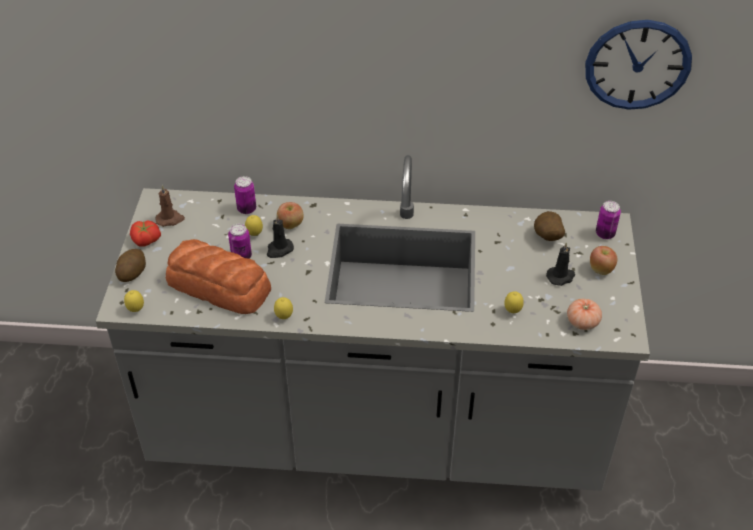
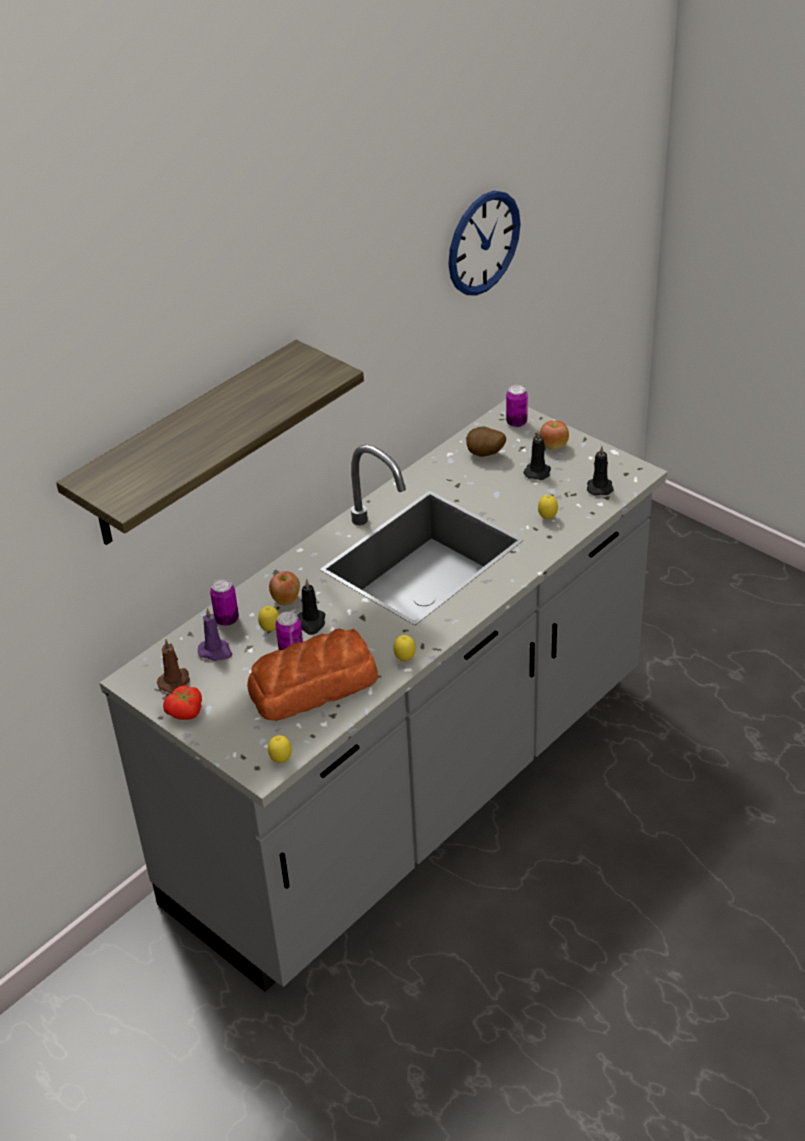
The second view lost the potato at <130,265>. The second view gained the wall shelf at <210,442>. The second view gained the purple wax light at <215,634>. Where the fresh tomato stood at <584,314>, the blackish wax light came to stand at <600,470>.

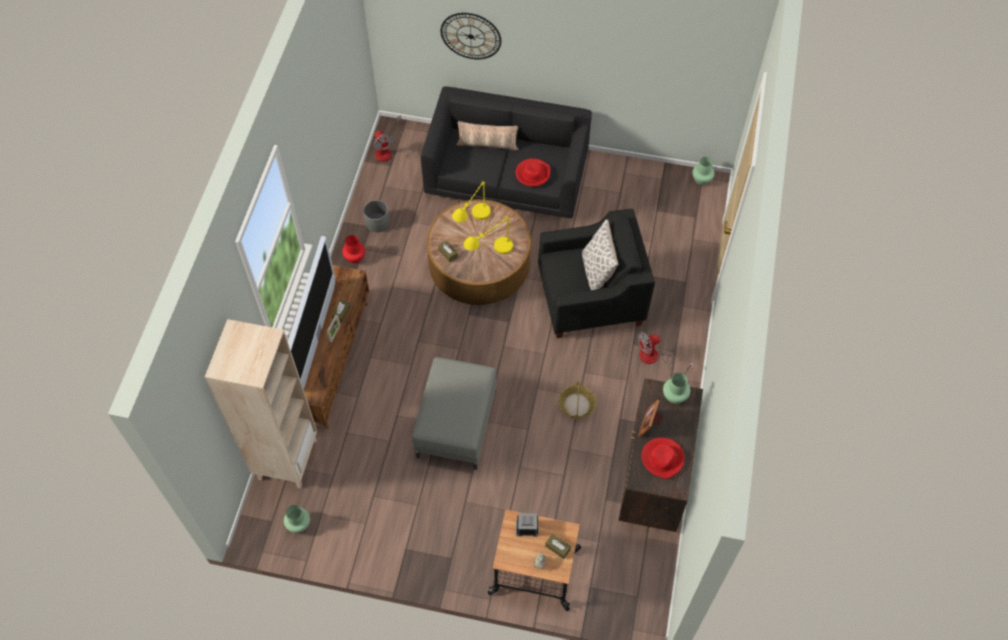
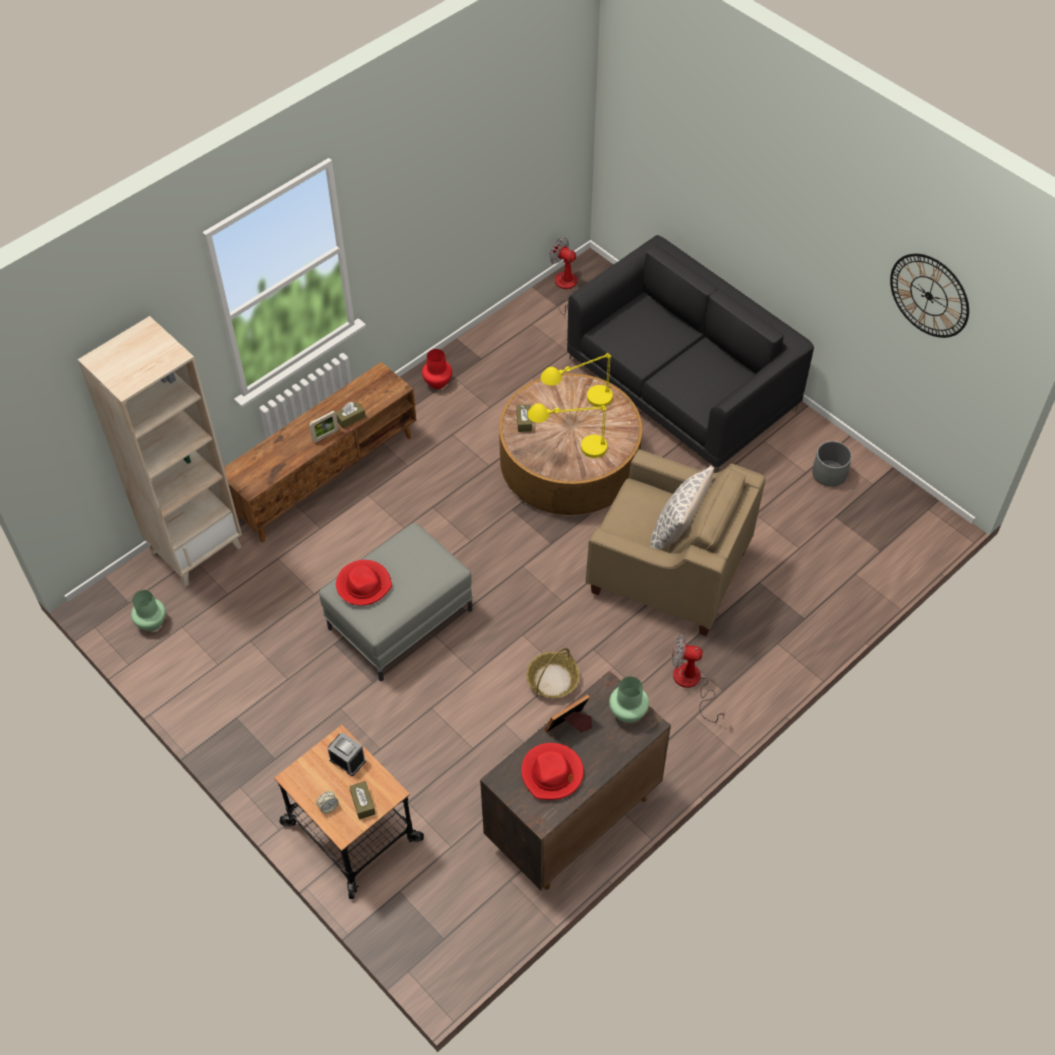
The second view lost the TV set at <311,312>. The second view lost the pillow at <487,136>. The second view lost the greenish decorative vase at <703,171>. The gray flower pot ended up elsewhere, having gone from <376,216> to <832,464>. The wall clock ended up elsewhere, having gone from <471,36> to <929,296>. The red wearable hat ended up elsewhere, having gone from <533,172> to <364,583>. What was the blackish armchair at <596,273> turned into the beige-coloured armchair at <676,543>. The cooling fan at <388,138> ended up facing another way, 120 degrees clockwise from before.

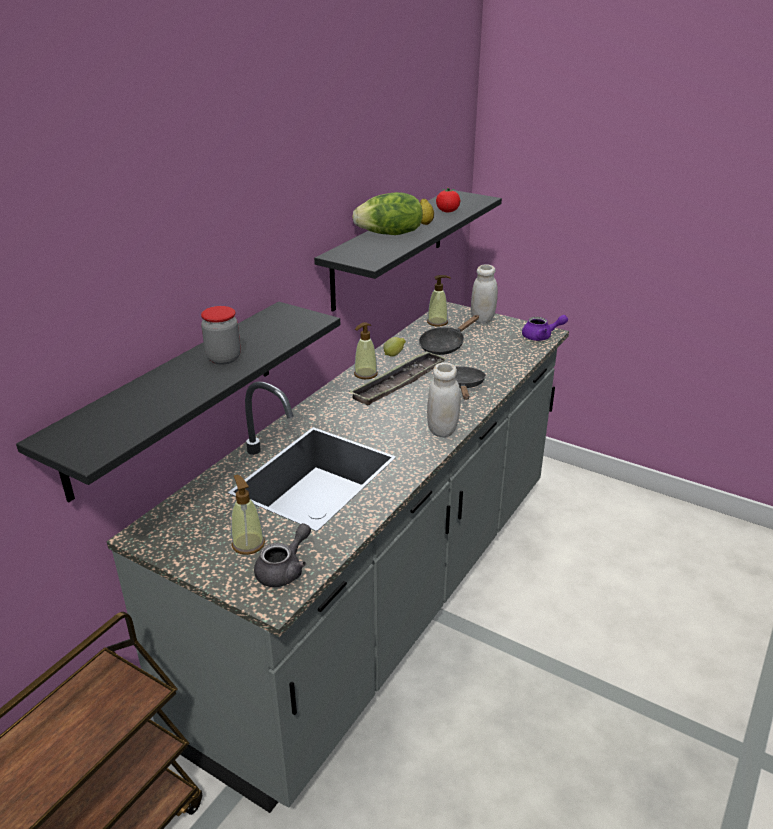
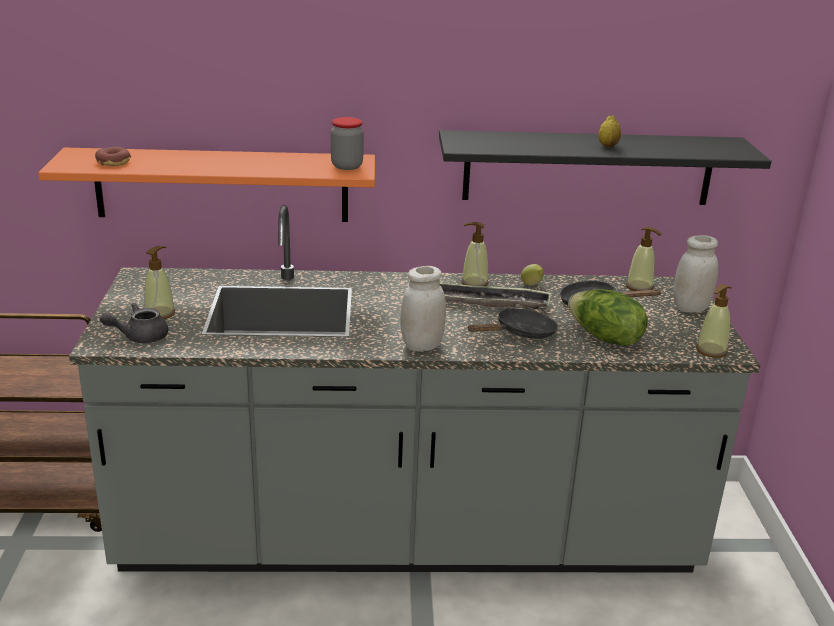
The second view lost the fresh tomato at <448,200>. The second view gained the donut at <113,156>. The preserve jar ended up elsewhere, having gone from <221,335> to <347,143>. The lettuce head ended up elsewhere, having gone from <387,213> to <608,317>. Where the purple tea pot stood at <545,328>, the soap dispenser came to stand at <714,321>. What was the blackish wall shelf at <178,402> turned into the orangey wall shelf at <206,185>. The gray tea pot at <282,555> ended up facing another way, 150 degrees clockwise from before.

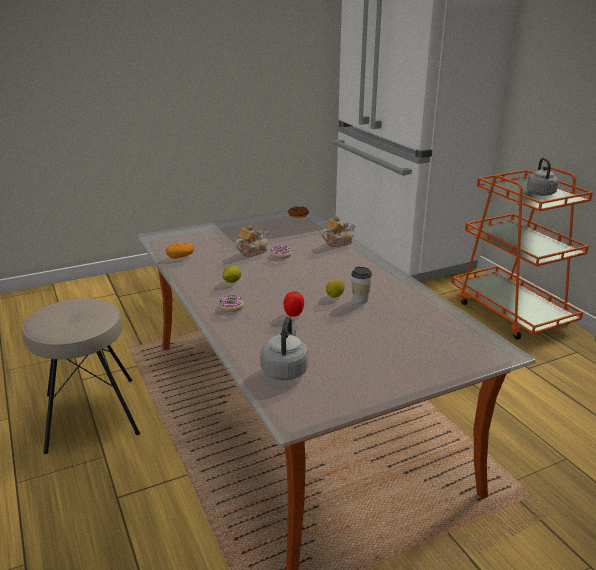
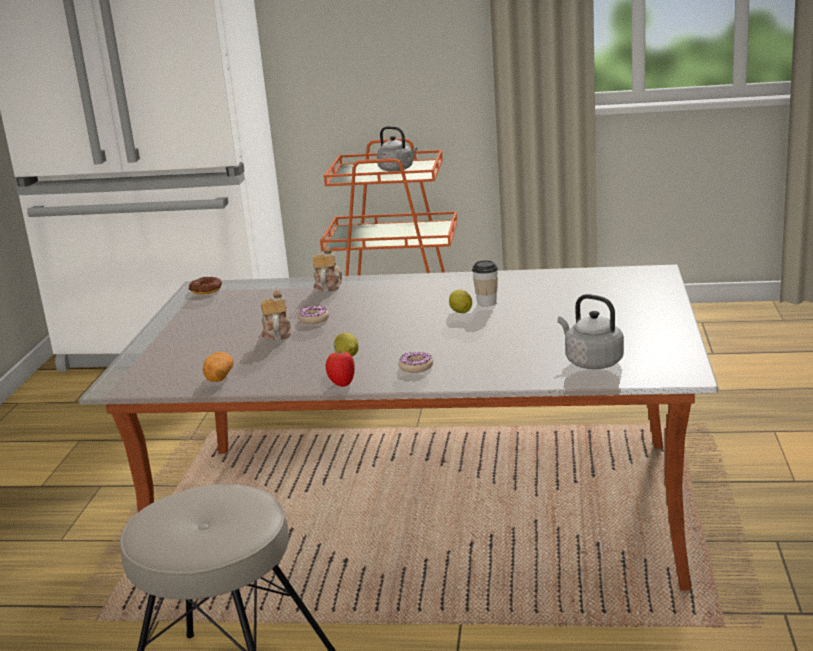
The fresh tomato ended up elsewhere, having gone from <294,304> to <340,368>.

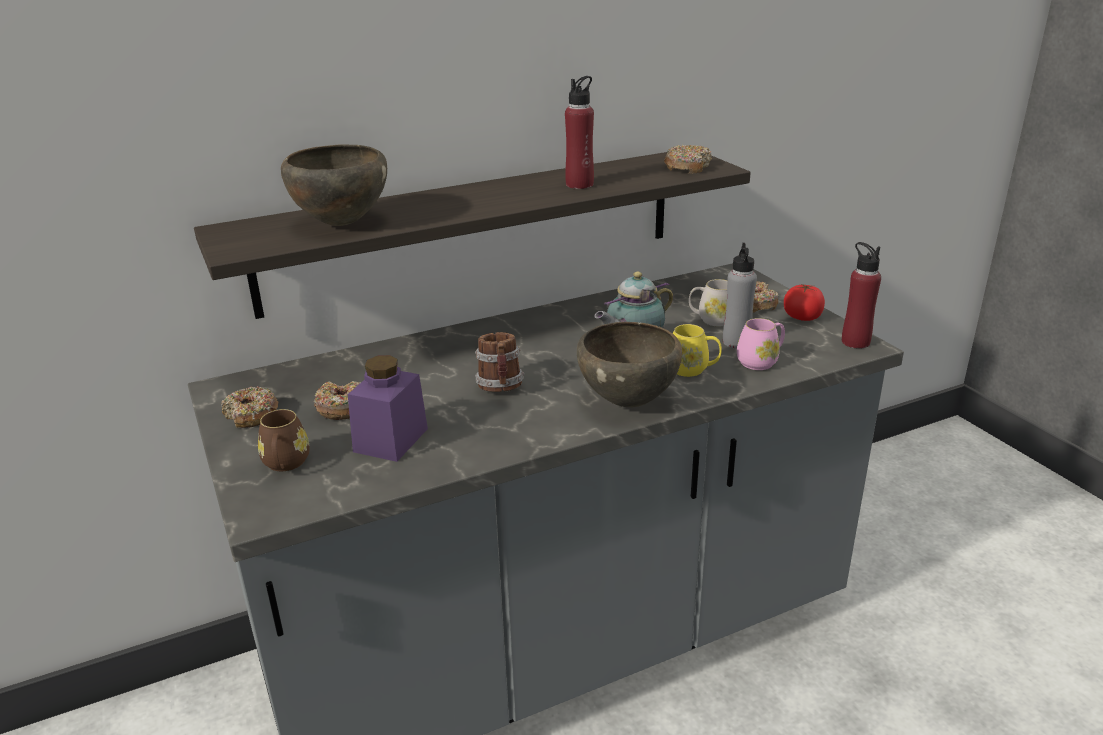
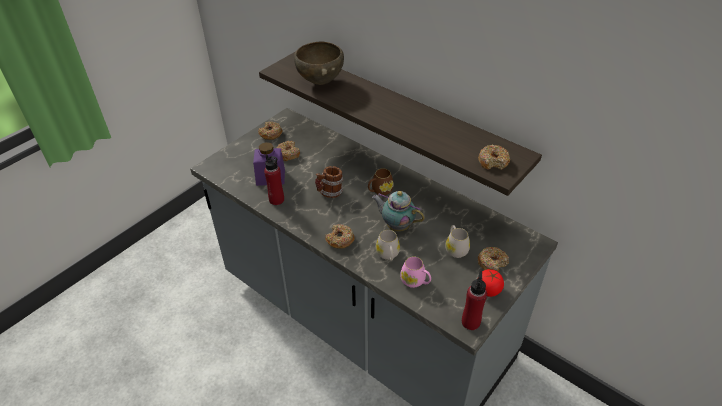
The second view lost the gray beverage bottle at <740,295>. The brown tea mug ended up elsewhere, having gone from <284,440> to <381,181>. The red beverage bottle ended up elsewhere, having gone from <579,132> to <274,179>. Where the brown deep dish stood at <629,364>, the donut came to stand at <340,236>. What was the yellow tea mug at <697,350> turned into the whitish tea mug at <388,245>.

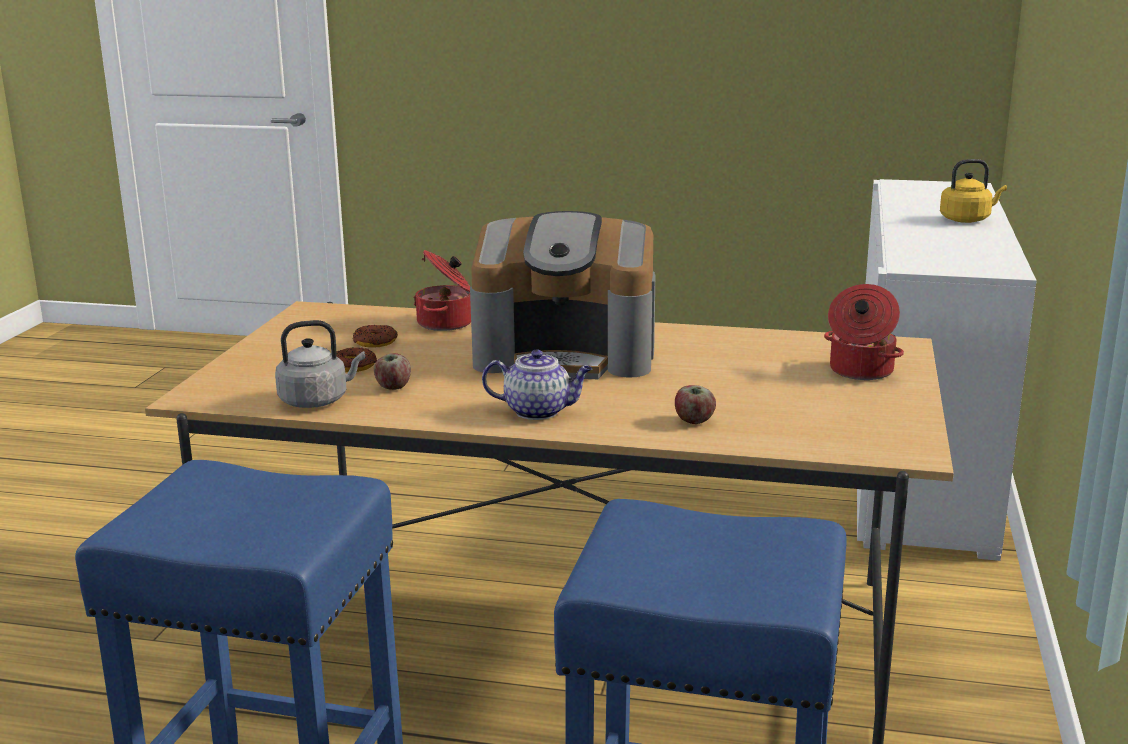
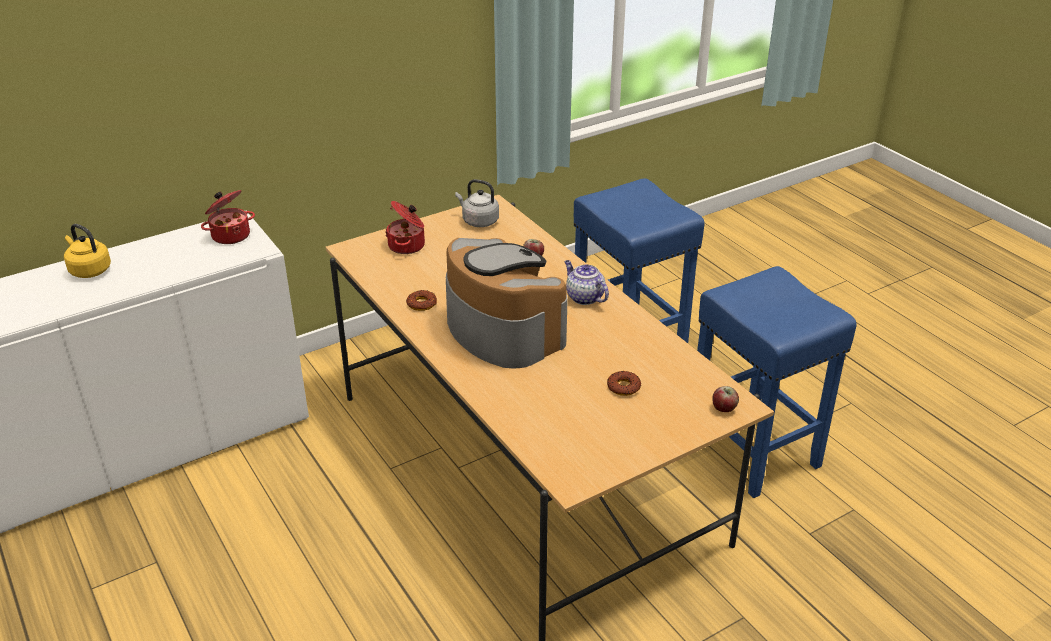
The gray kettle ended up elsewhere, having gone from <320,364> to <477,203>. The donut ended up elsewhere, having gone from <375,336> to <421,300>. The whole apple ended up elsewhere, having gone from <392,371> to <725,399>. The cooking pot ended up elsewhere, having gone from <442,290> to <228,217>.

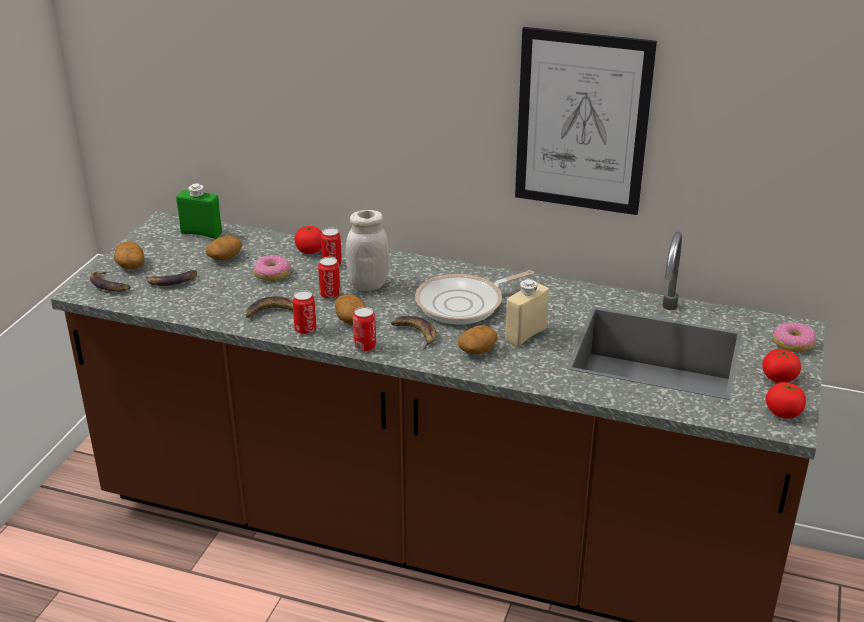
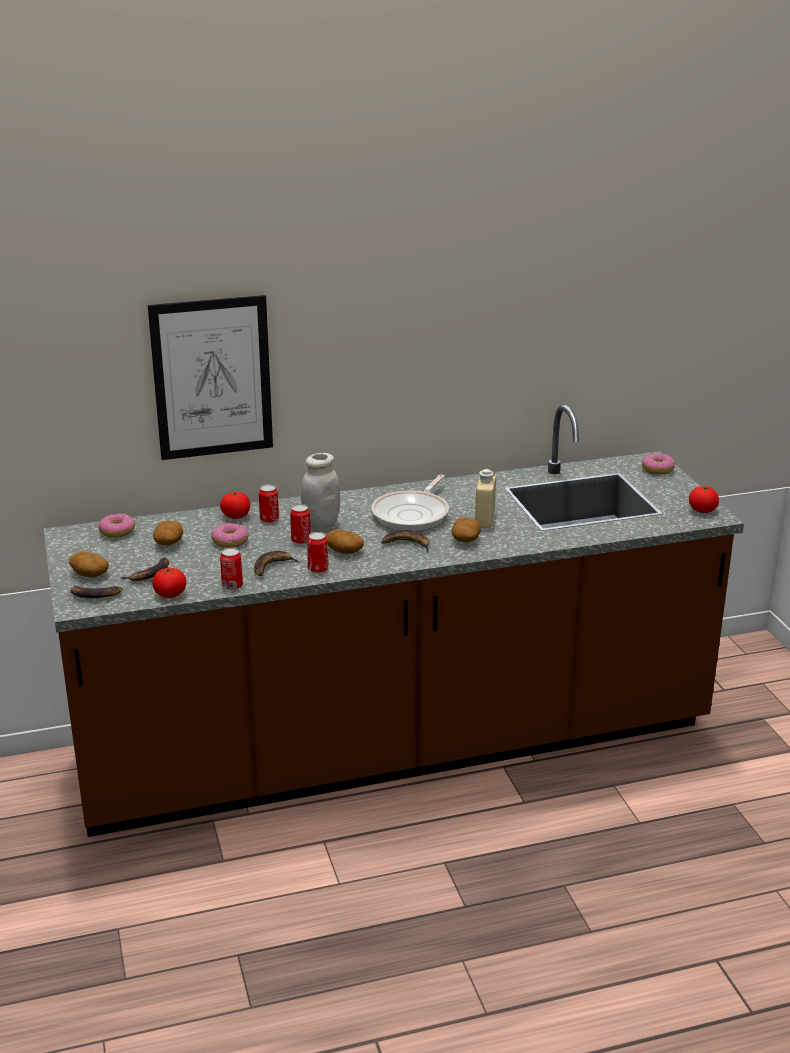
The metal can ended up elsewhere, having gone from <364,329> to <231,569>. The wall art ended up elsewhere, having gone from <586,121> to <210,377>. The fresh tomato ended up elsewhere, having gone from <781,366> to <169,583>. Where the greenish beverage bottle stood at <199,211>, the donut came to stand at <117,525>.

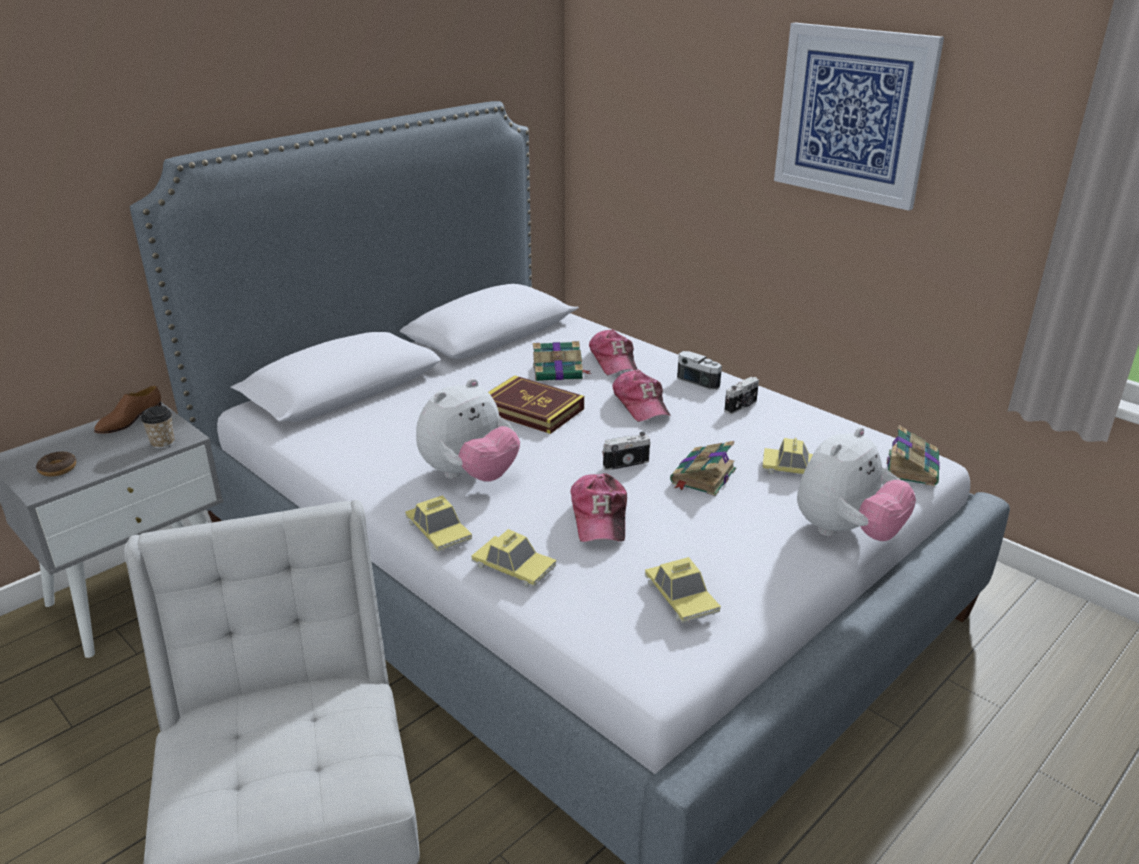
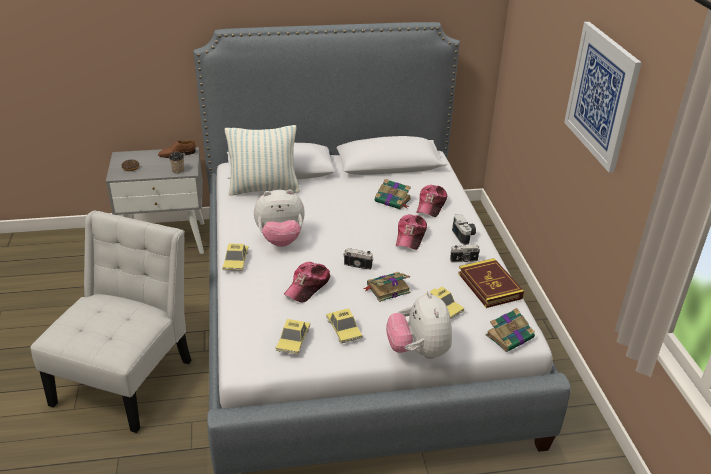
The second view gained the pillow at <262,160>. The toy car ended up elsewhere, having gone from <513,558> to <344,325>. The book ended up elsewhere, having gone from <536,404> to <491,283>. The plush toy at <856,484> ended up facing another way, 90 degrees clockwise from before.

